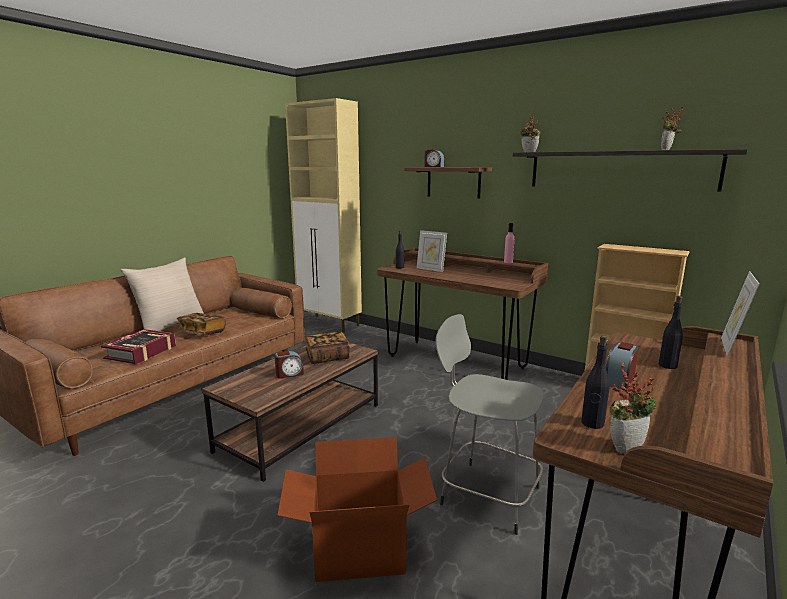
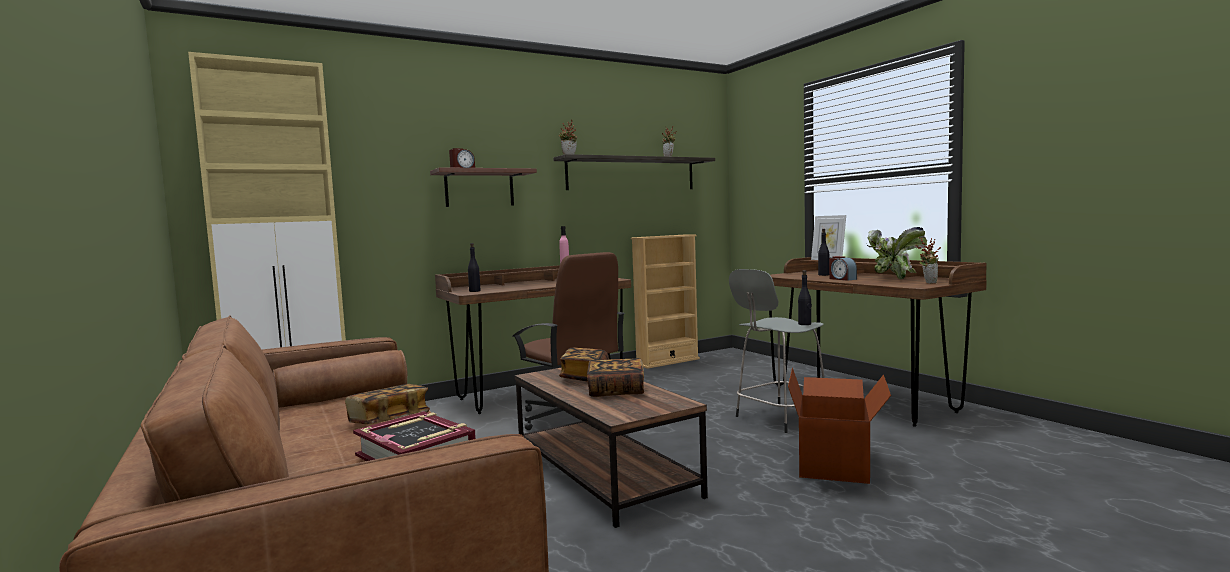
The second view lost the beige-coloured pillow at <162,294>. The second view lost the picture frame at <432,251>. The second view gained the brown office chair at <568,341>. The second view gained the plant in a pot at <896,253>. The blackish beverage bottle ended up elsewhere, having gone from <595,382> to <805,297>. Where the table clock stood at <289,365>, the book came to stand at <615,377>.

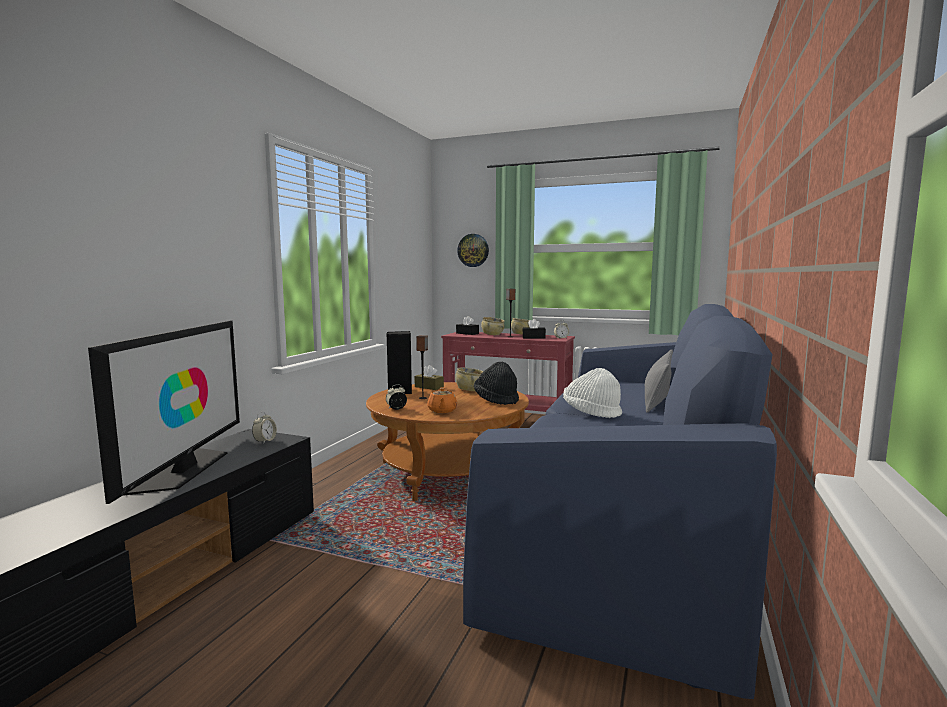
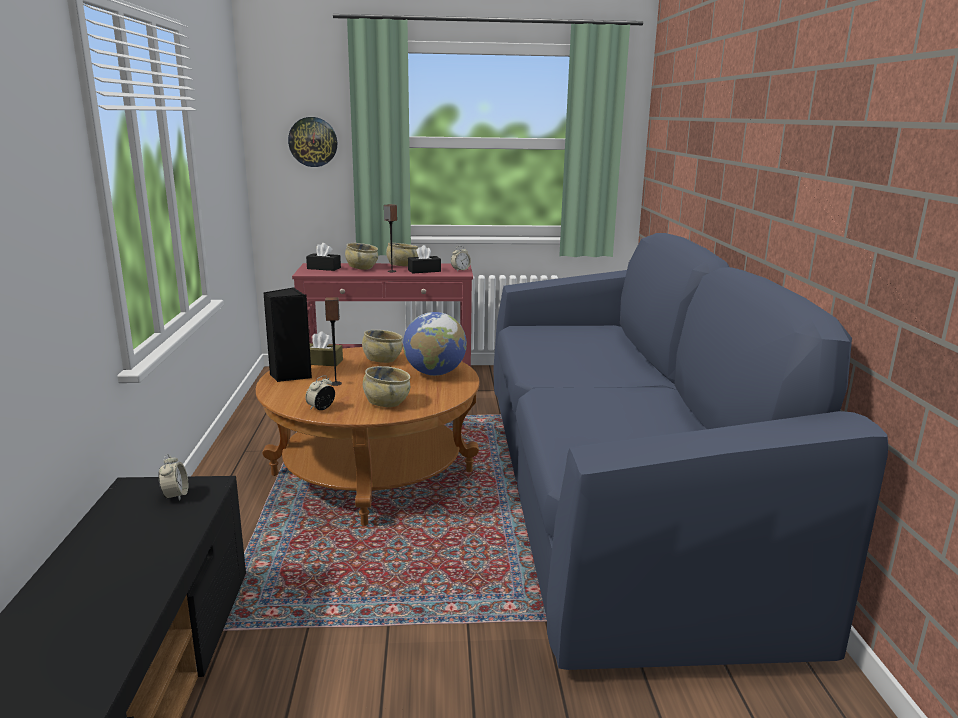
The second view lost the TV set at <164,412>. The second view lost the whitish wearable hat at <592,393>. The second view lost the gray pillow at <659,381>. Where the orangey tea pot stood at <442,400>, the beige-coloured deep dish came to stand at <386,386>. Where the blackish wearable hat stood at <496,383>, the desk globe came to stand at <435,344>.

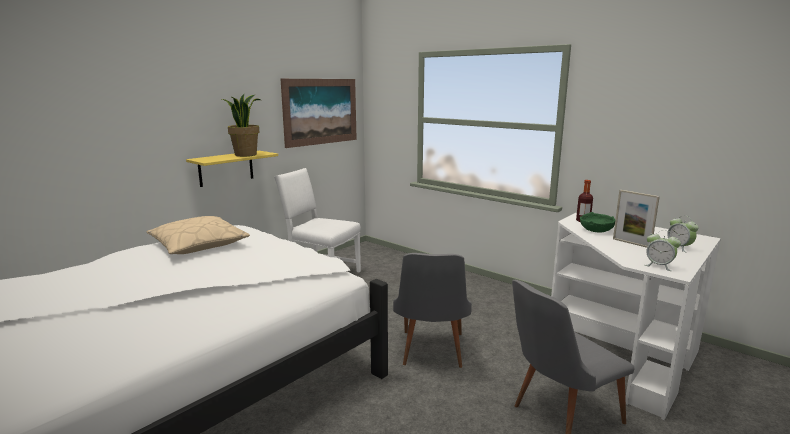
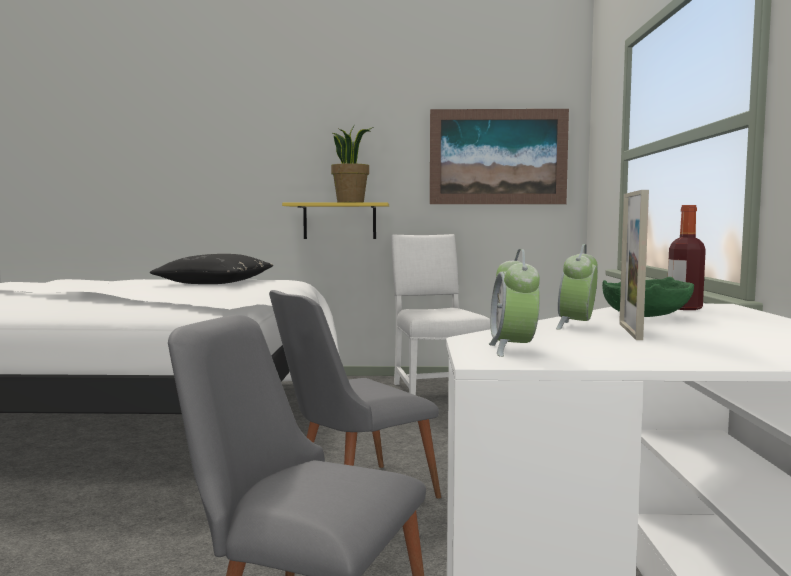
The table clock ended up elsewhere, having gone from <683,234> to <577,287>. What was the beige-coloured pillow at <198,235> turned into the blackish pillow at <211,269>.

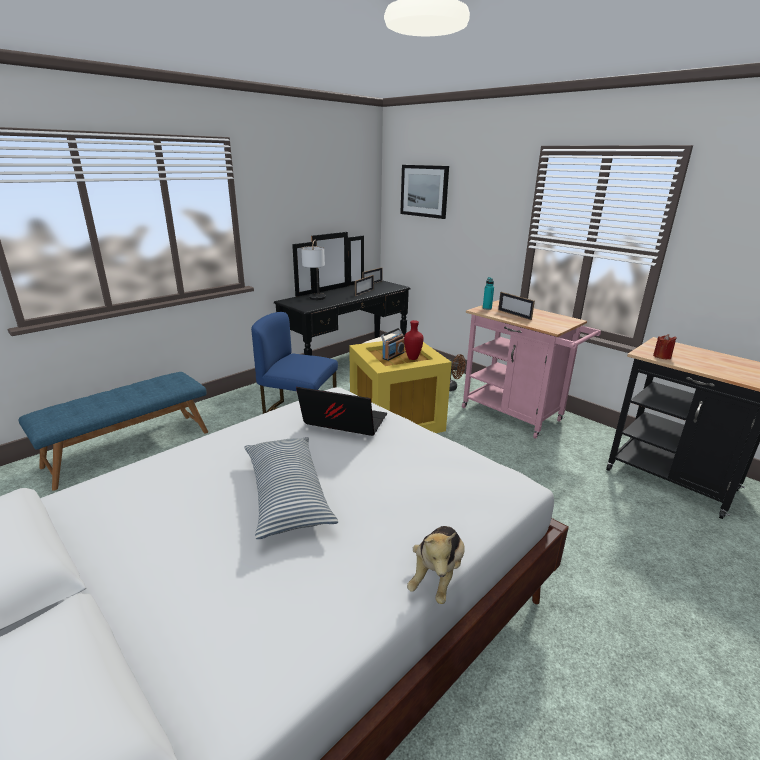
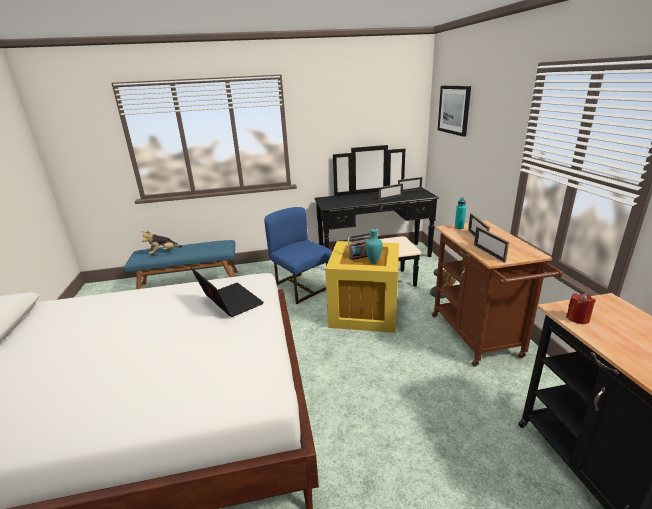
The second view lost the pillow at <291,488>. The second view lost the tabletop lamp at <313,269>. The second view gained the picture frame at <491,244>. The plush toy ended up elsewhere, having gone from <436,565> to <161,242>. What was the red decorative vase at <413,340> turned into the blue-green decorative vase at <373,246>. What was the pink trolley at <531,369> turned into the brown trolley at <497,293>.

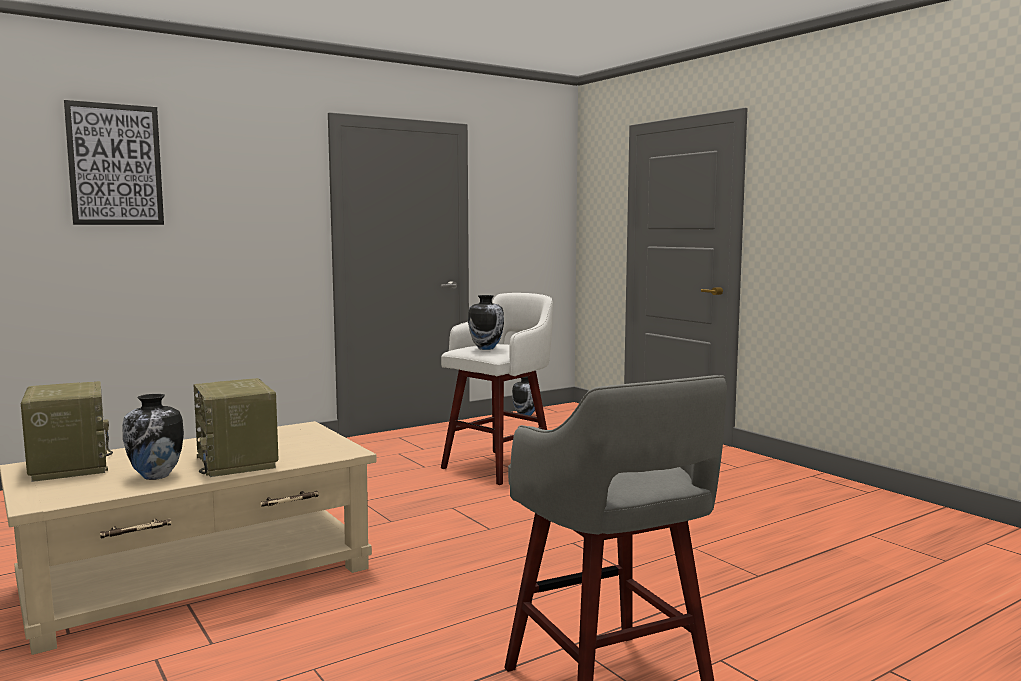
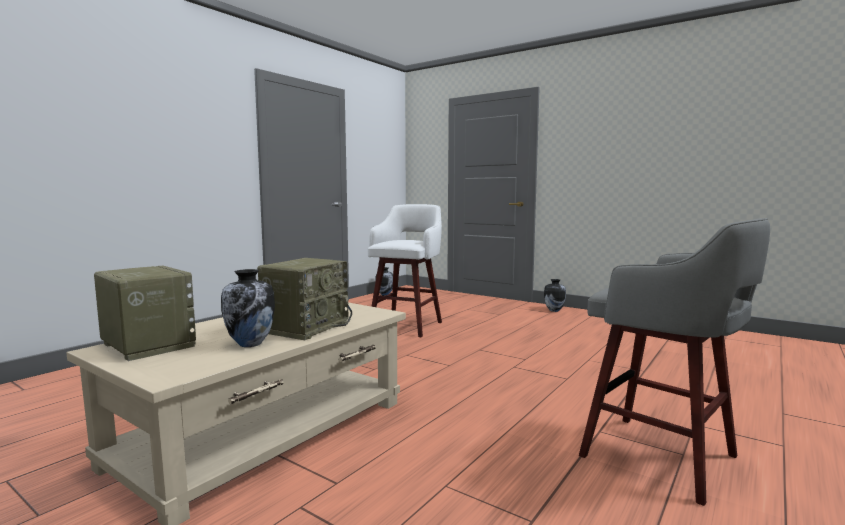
The second view lost the wall art at <114,162>. The decorative vase ended up elsewhere, having gone from <486,322> to <555,295>. The radio at <236,427> ended up facing another way, 105 degrees counterclockwise from before.

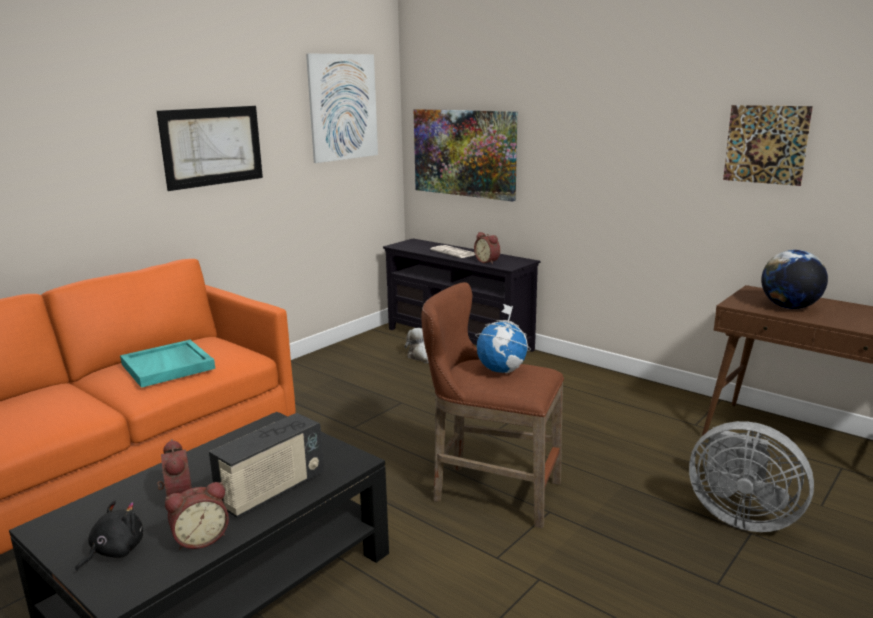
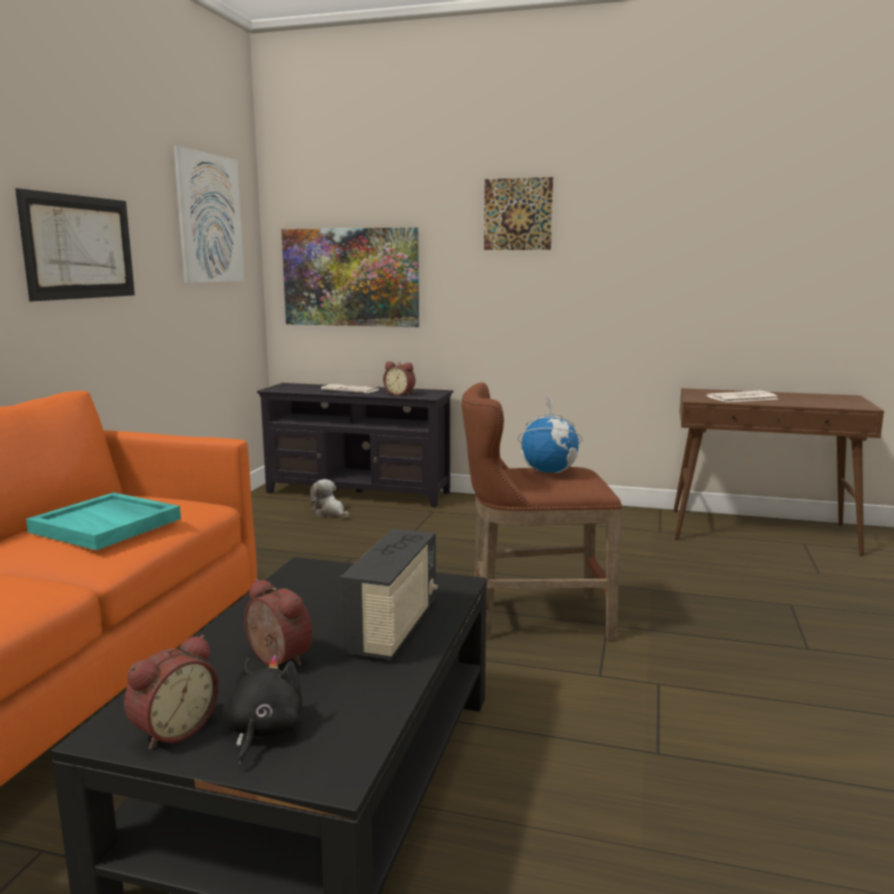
The second view lost the gray cooling fan at <751,476>. The table clock ended up elsewhere, having gone from <197,516> to <171,692>. The wall art ended up elsewhere, having gone from <768,145> to <518,213>. Where the desk globe stood at <794,279>, the printed paper came to stand at <742,396>.

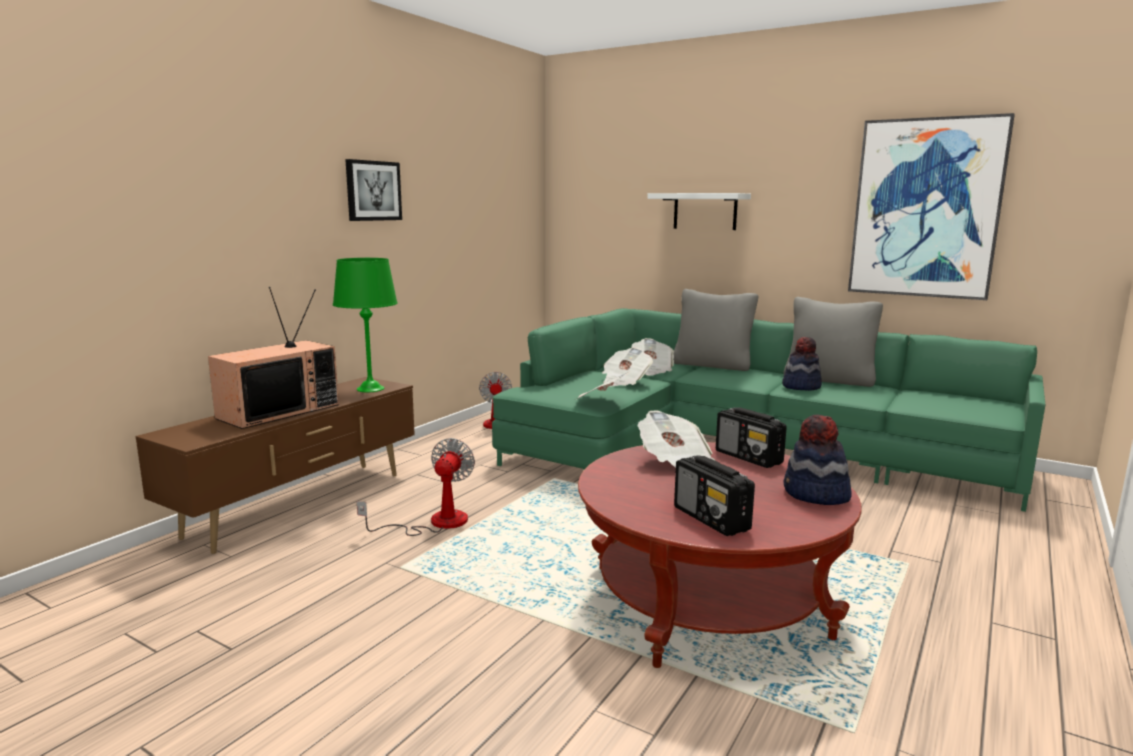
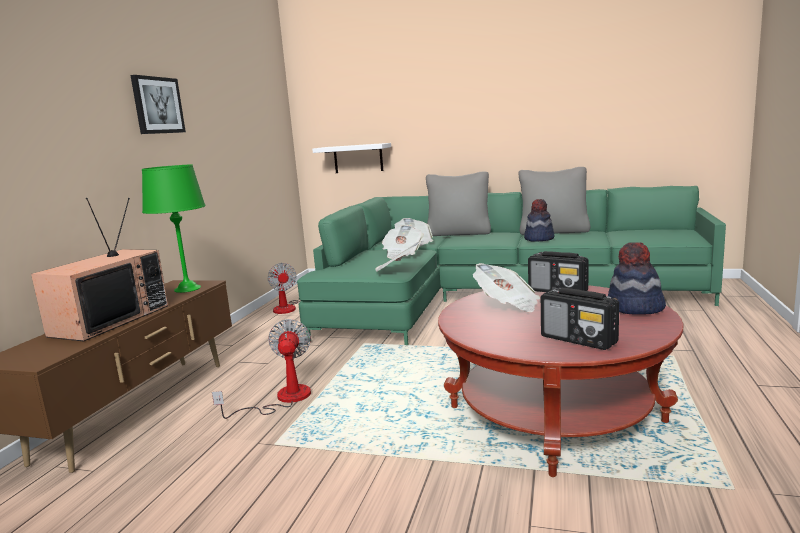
The second view lost the wall art at <931,206>. The whitish wall shelf ended up elsewhere, having gone from <699,211> to <351,158>.

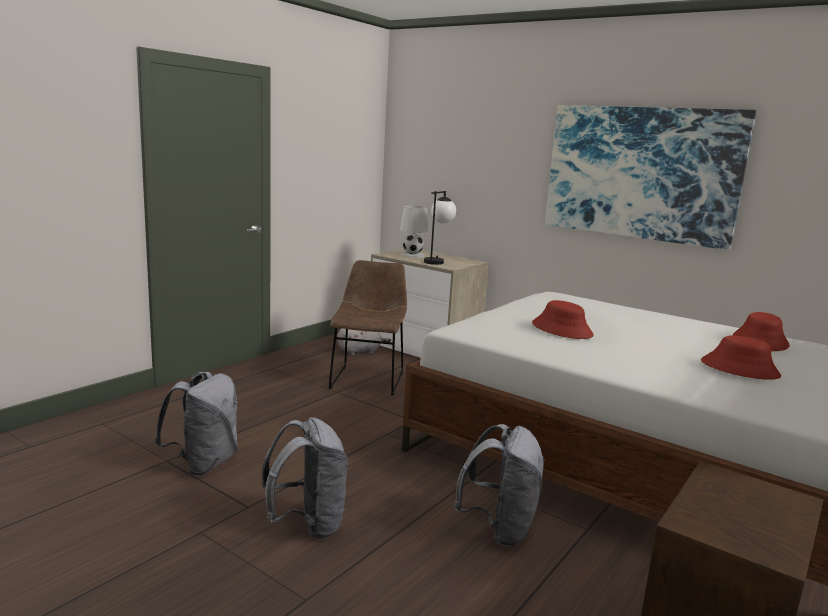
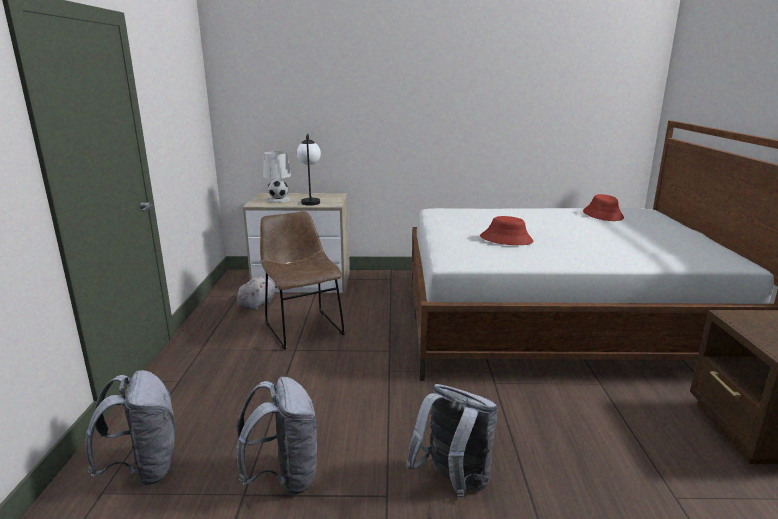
The second view lost the wall art at <650,177>. The second view lost the red wearable hat at <741,357>. The gray rucksack ended up elsewhere, having gone from <499,485> to <130,428>.

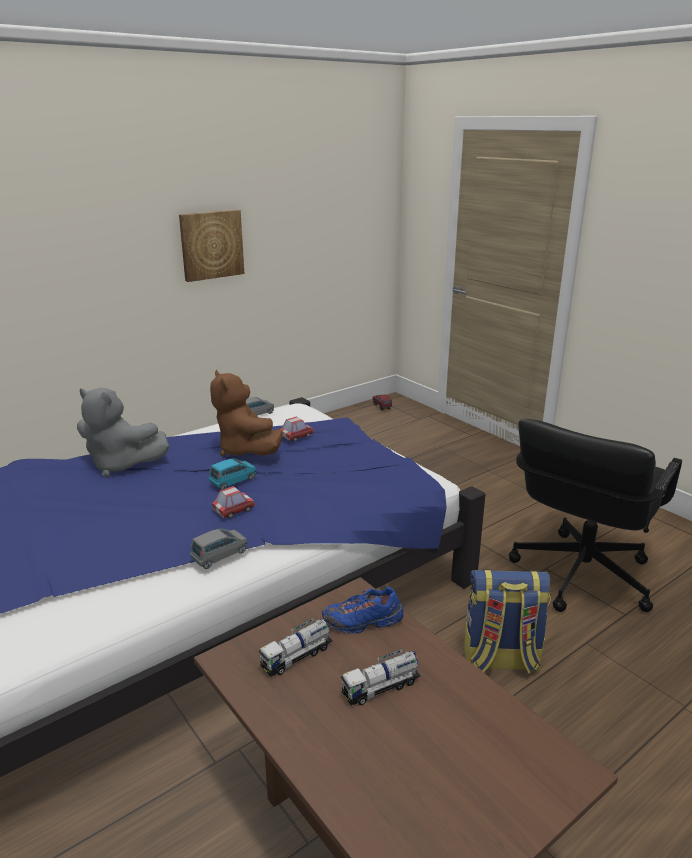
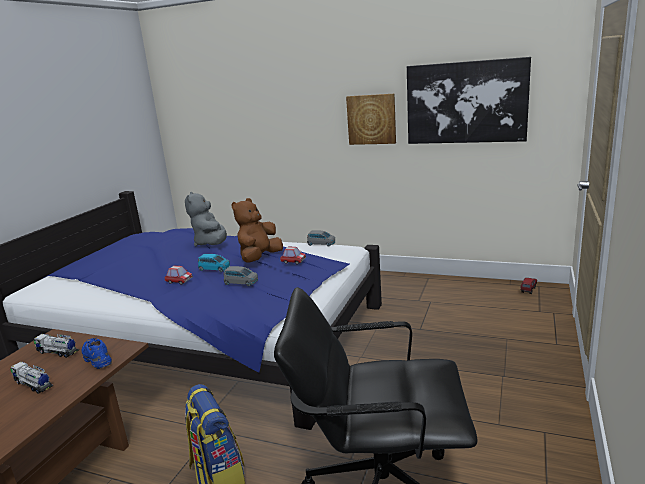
The second view gained the wall art at <469,100>. The gray toy car ended up elsewhere, having gone from <218,549> to <240,276>.

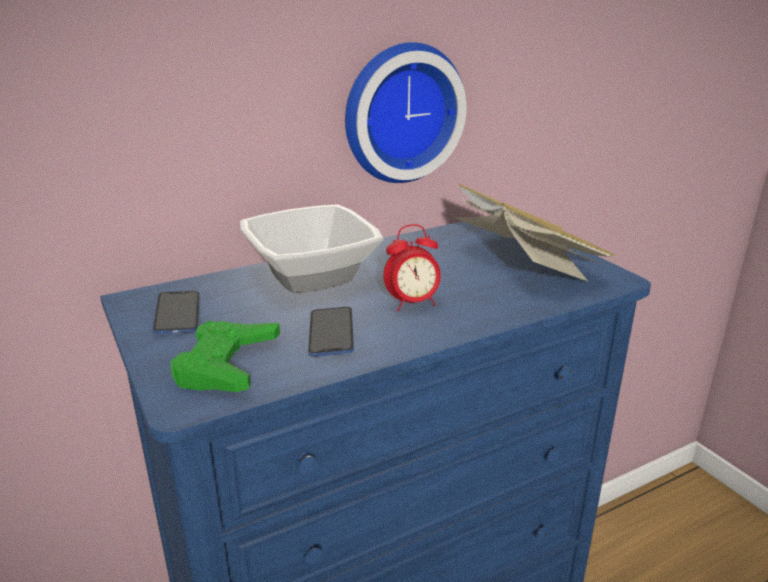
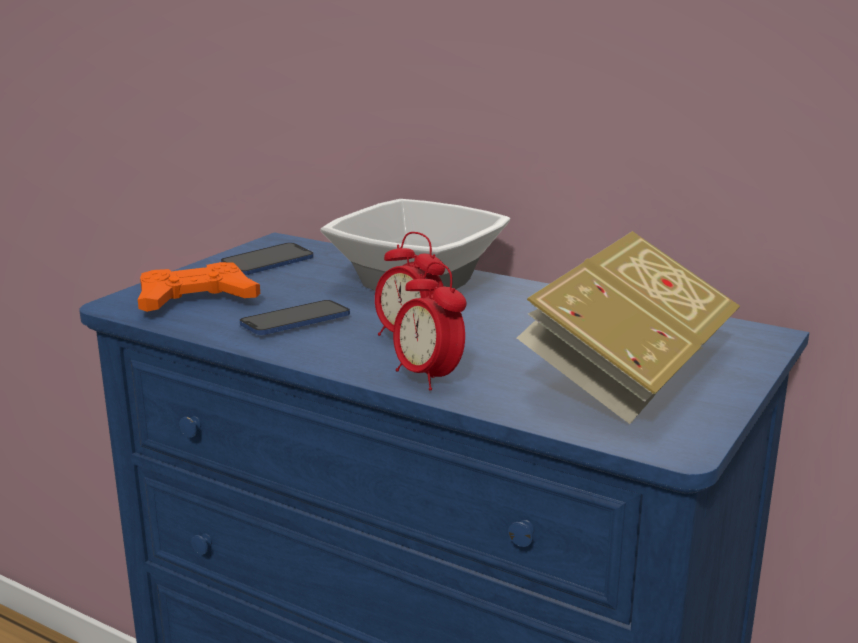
The second view lost the wall clock at <405,112>. The second view gained the table clock at <430,326>. What was the greenish game controller at <225,356> turned into the orangey game controller at <199,287>.

